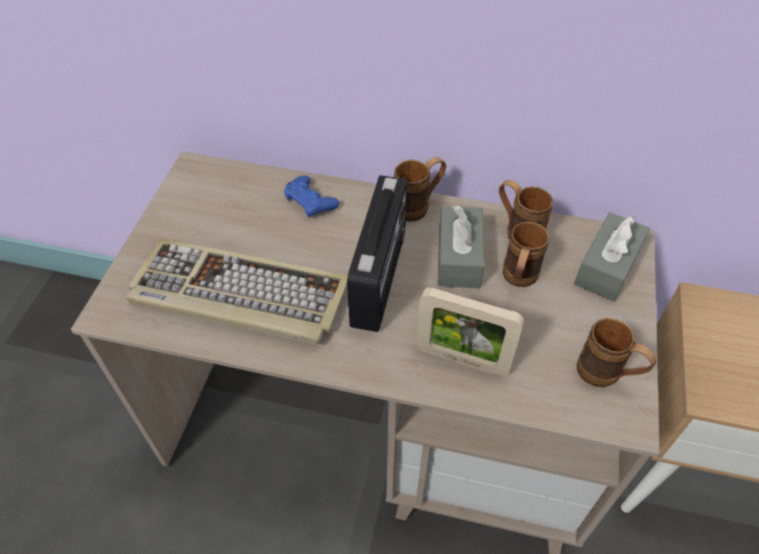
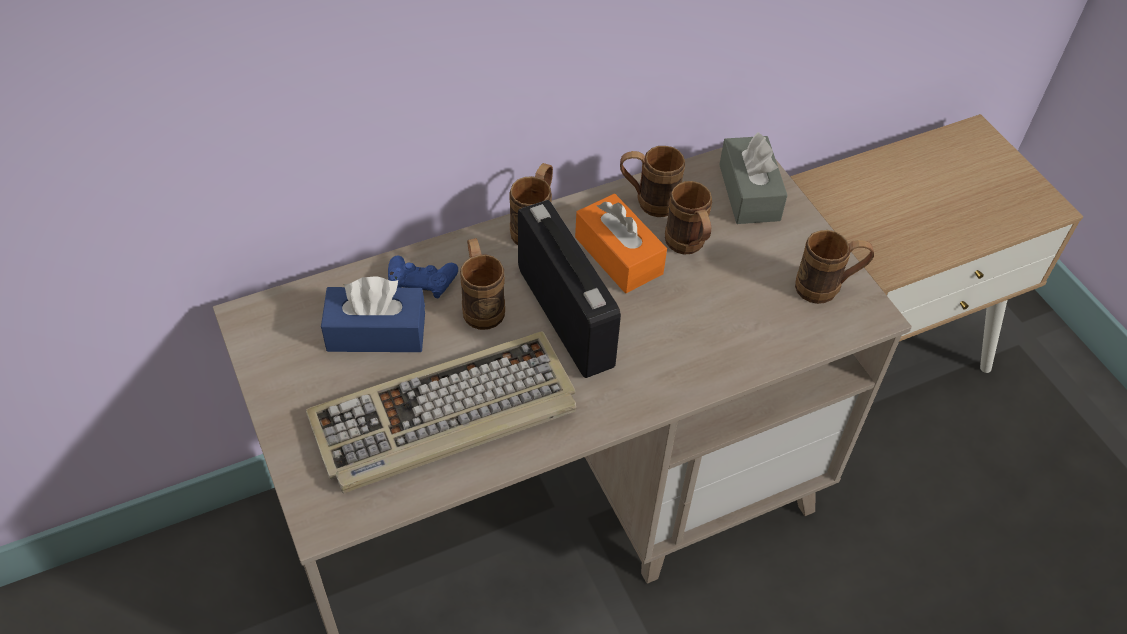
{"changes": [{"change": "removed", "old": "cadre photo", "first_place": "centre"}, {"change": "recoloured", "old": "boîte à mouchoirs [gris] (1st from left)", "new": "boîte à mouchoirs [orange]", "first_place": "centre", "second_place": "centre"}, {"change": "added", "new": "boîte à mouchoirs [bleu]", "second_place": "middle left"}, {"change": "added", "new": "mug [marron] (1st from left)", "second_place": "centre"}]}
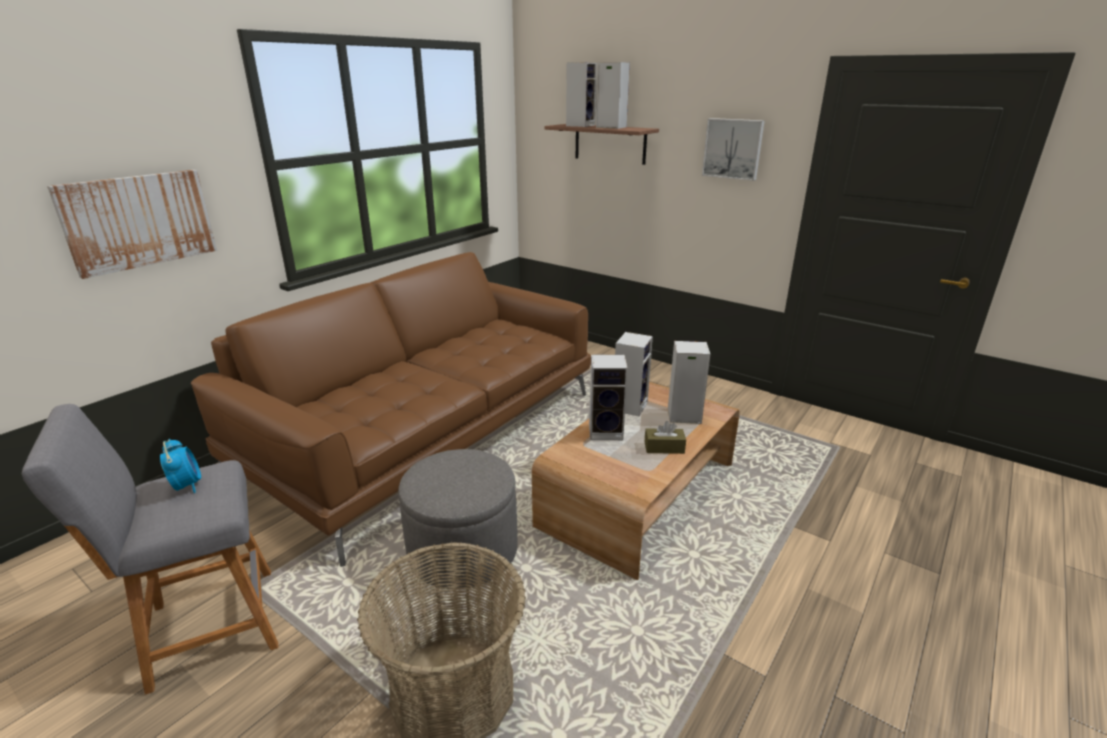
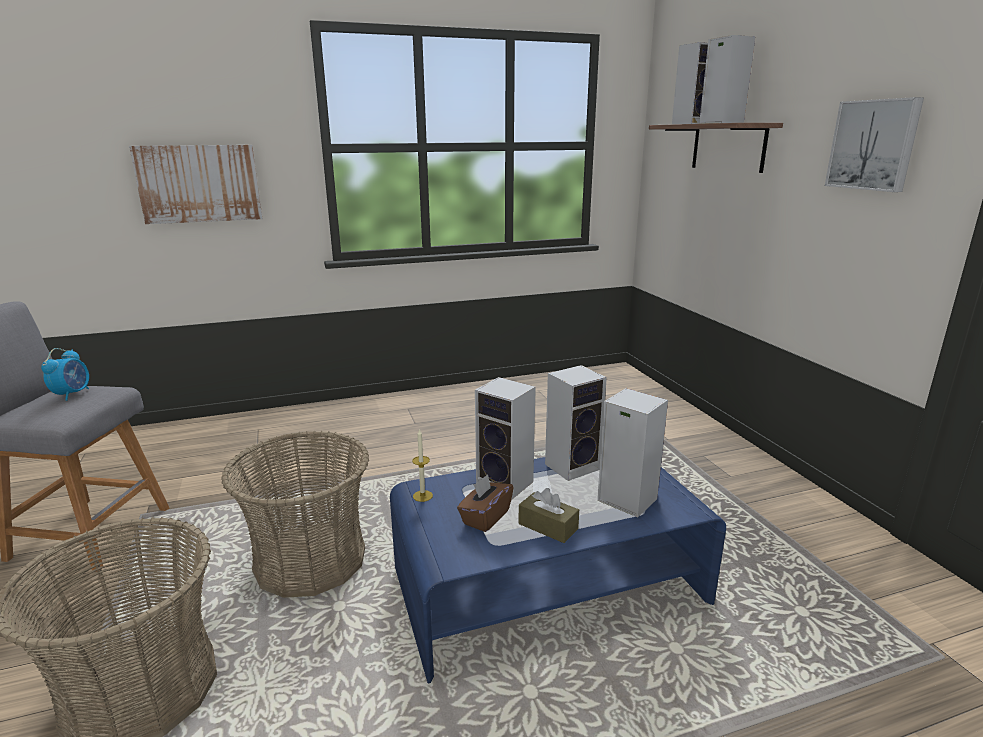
{"changes": [{"change": "removed", "old": "canapé [marron]", "first_place": "centre"}, {"change": "replaced", "old": "pouf [gris]", "new": "panier (2nd from left)", "first_place": "bottom centre", "second_place": "bottom left"}, {"change": "recoloured", "old": "table basse [marron]", "new": "table basse [bleu]", "first_place": "centre", "second_place": "bottom centre"}, {"change": "added", "new": "bougie", "second_place": "centre"}, {"change": "added", "new": "boîte à mouchoirs [marron] (1st from left)", "second_place": "bottom centre"}]}
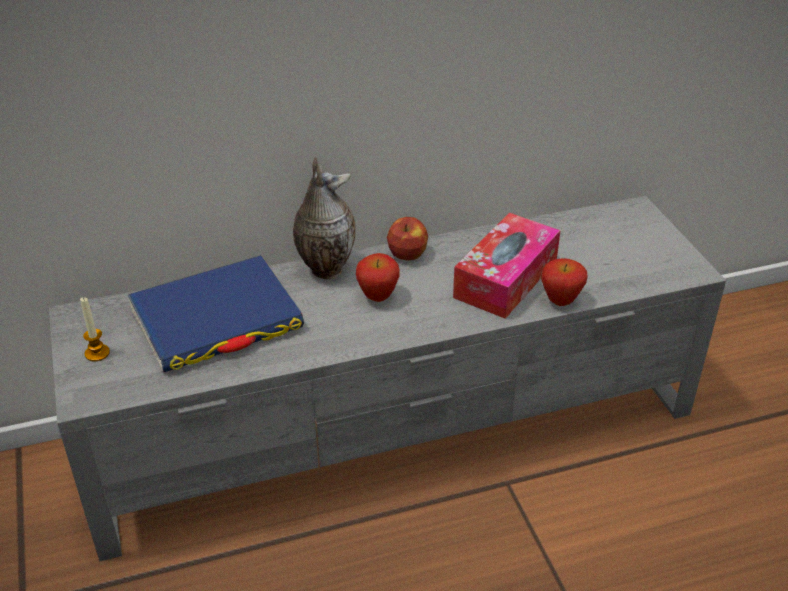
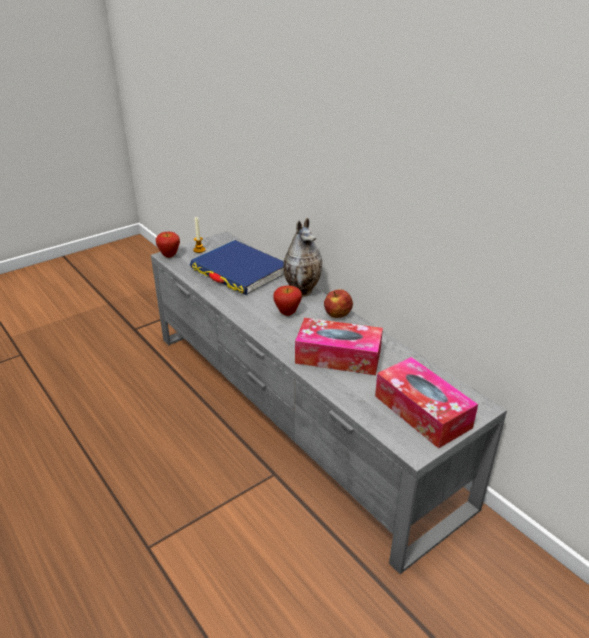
{"changes": [{"change": "moved", "old": "pomme (3rd from left in the first image)", "new": "pomme (1st from left)", "first_place": "middle right", "second_place": "middle left"}, {"change": "added", "new": "boîte à mouchoirs (2nd from left)", "second_place": "middle right"}]}
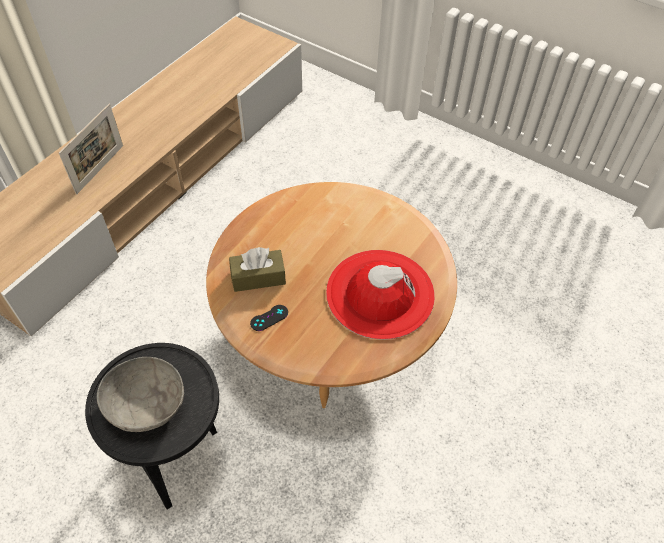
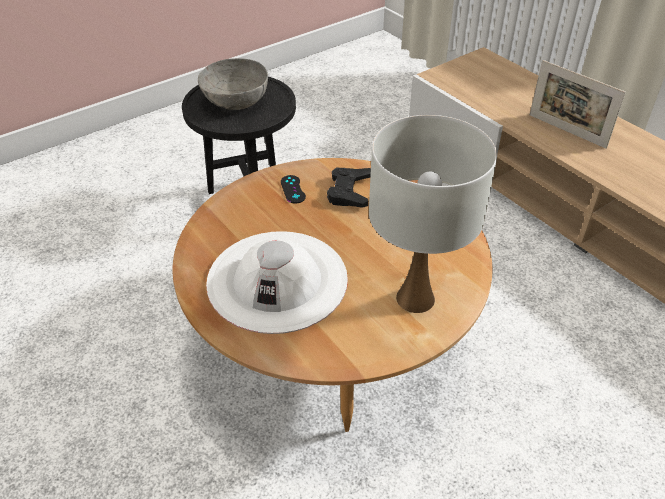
{"changes": [{"change": "replaced", "old": "boîte à mouchoirs [marron]", "new": "manette [noir] (2nd from left)", "first_place": "centre", "second_place": "centre"}, {"change": "recoloured", "old": "chapeau [rouge]", "new": "chapeau [blanc]", "first_place": "centre", "second_place": "centre"}, {"change": "added", "new": "lampe de table [blanc]", "second_place": "centre"}]}
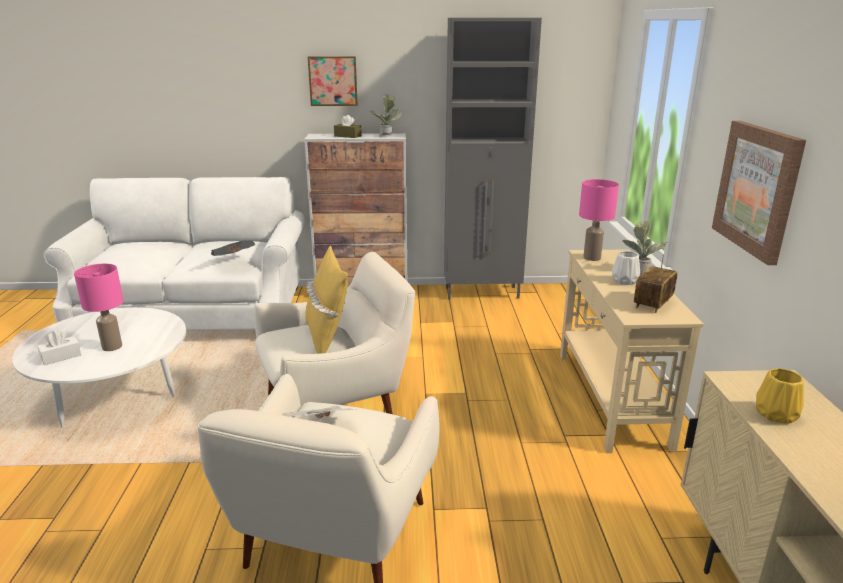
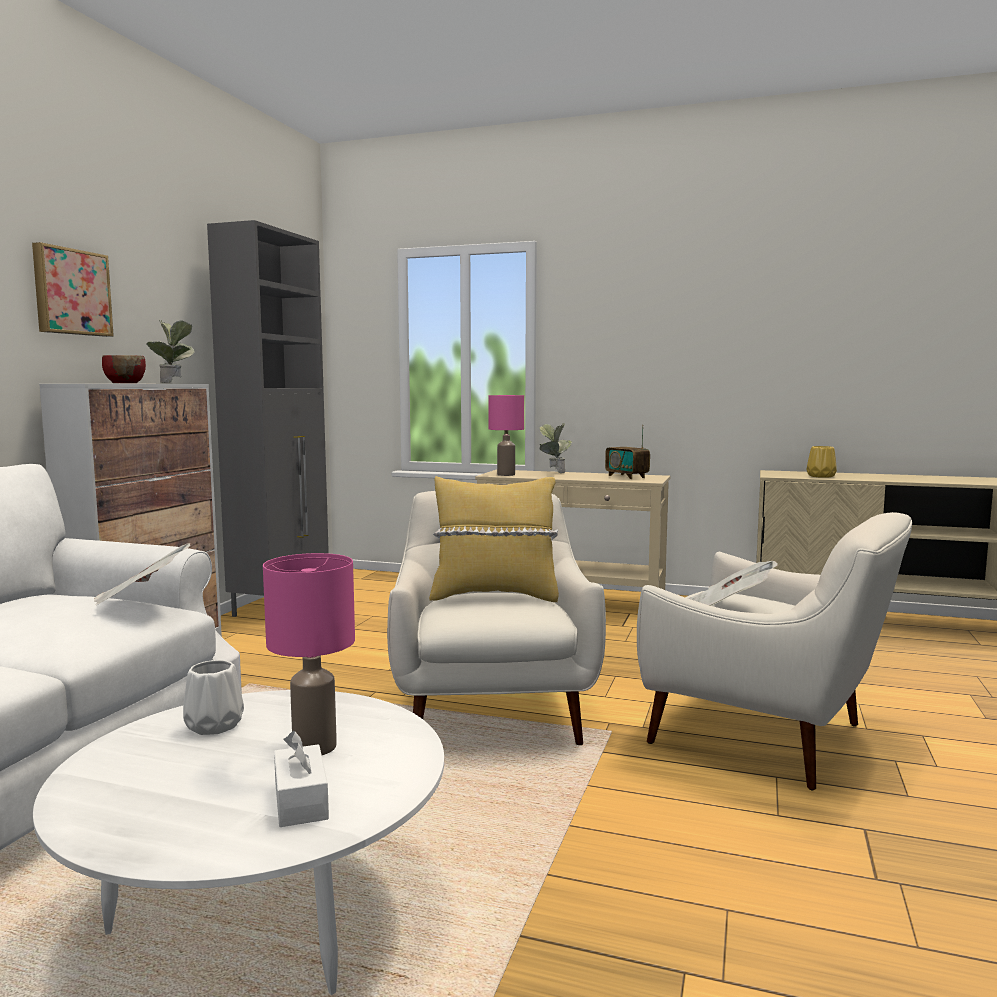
{"changes": [{"change": "replaced", "old": "boîte à mouchoirs [marron]", "new": "bol [rouge]", "first_place": "top centre", "second_place": "middle left"}, {"change": "moved", "old": "vase [blanc]", "first_place": "middle right", "second_place": "bottom left"}, {"change": "removed", "old": "tableau (2nd from left)", "first_place": "top right"}]}
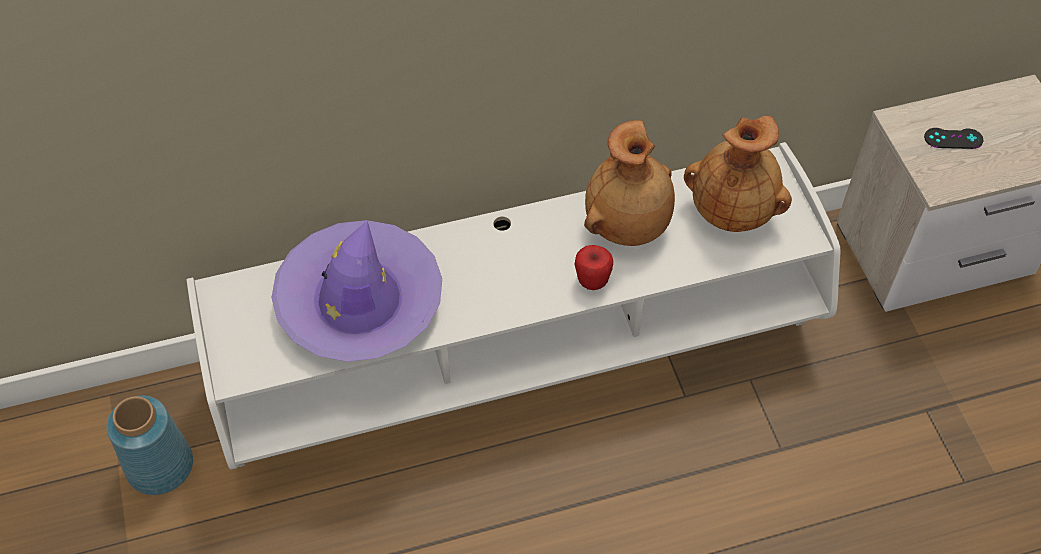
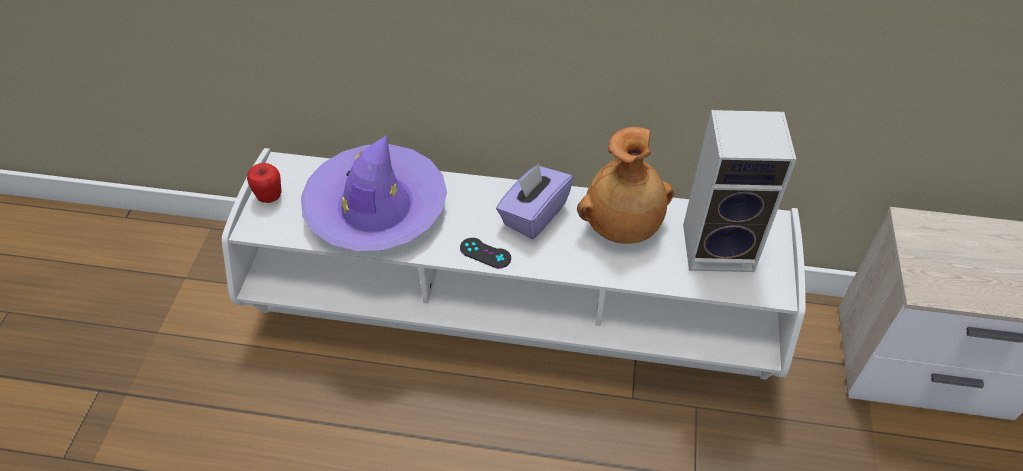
{"changes": [{"change": "removed", "old": "vase [bleu]", "first_place": "bottom left"}, {"change": "moved", "old": "pomme", "first_place": "centre", "second_place": "middle left"}, {"change": "replaced", "old": "vase [marron] (2nd from left)", "new": "enceinte", "first_place": "top right", "second_place": "middle right"}, {"change": "moved", "old": "manette [noir]", "first_place": "top right", "second_place": "centre"}, {"change": "added", "new": "boîte à mouchoirs [violet]", "second_place": "centre"}]}
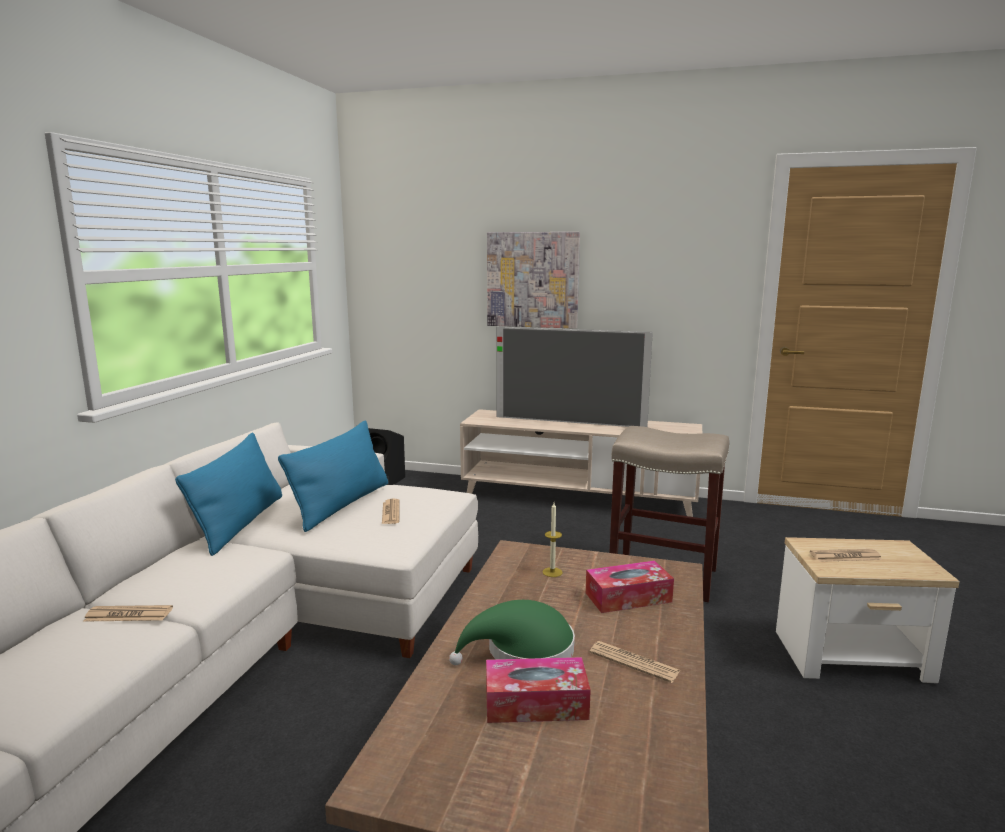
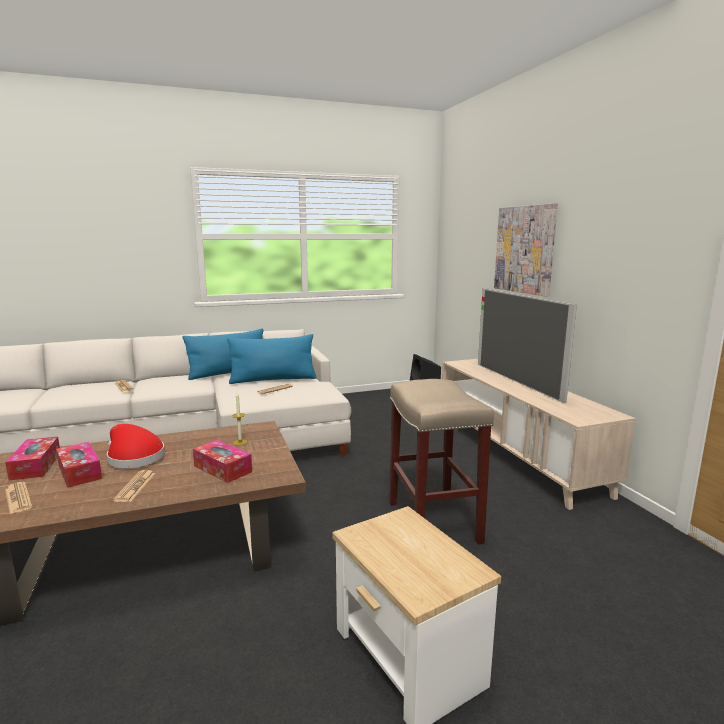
{"changes": [{"change": "recoloured", "old": "chapeau [vert]", "new": "chapeau [rouge]", "first_place": "bottom centre", "second_place": "middle left"}, {"change": "moved", "old": "journal (4th from left in the first image)", "new": "journal (1st from left)", "first_place": "bottom right", "second_place": "bottom left"}, {"change": "added", "new": "boîte à mouchoirs (1st from left)", "second_place": "middle left"}]}
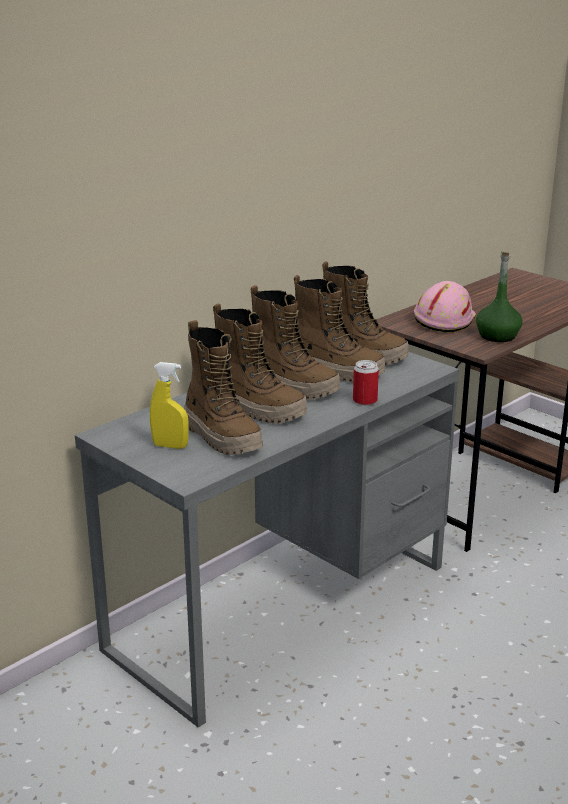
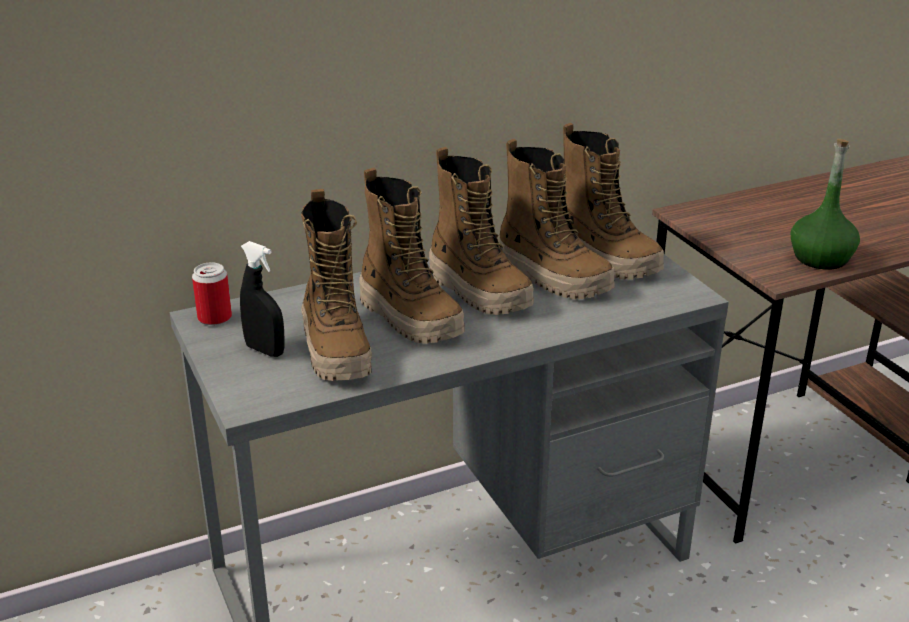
{"changes": [{"change": "recoloured", "old": "vaporisateur [jaune]", "new": "vaporisateur [noir]", "first_place": "middle left", "second_place": "middle left"}, {"change": "moved", "old": "boîte métallique", "first_place": "centre", "second_place": "middle left"}, {"change": "removed", "old": "casque de chantier [rose]", "first_place": "middle right"}]}
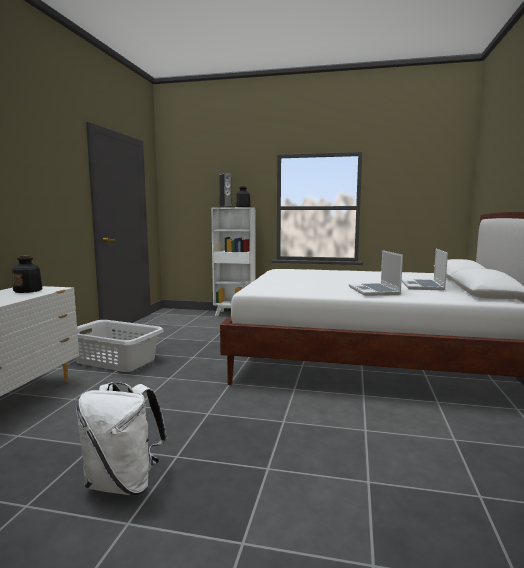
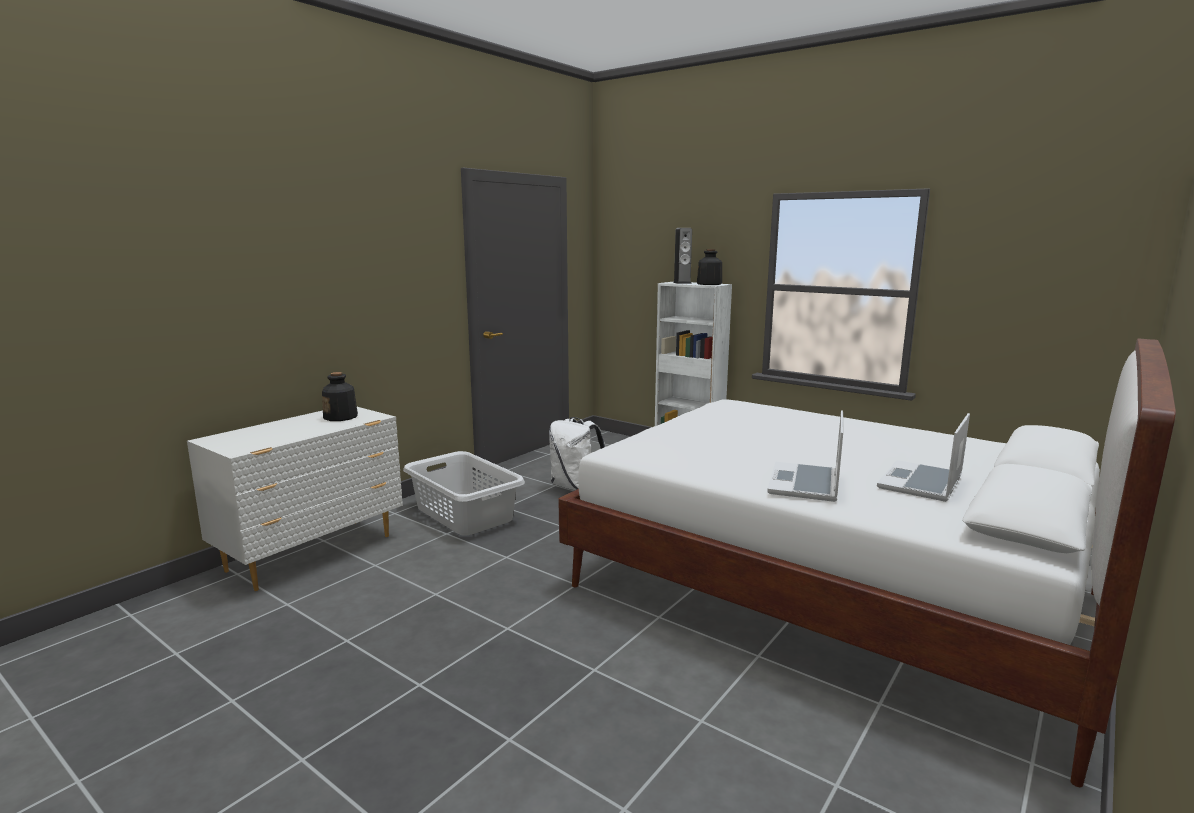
{"changes": [{"change": "moved", "old": "sac à dos [blanc]", "first_place": "bottom left", "second_place": "centre"}]}
